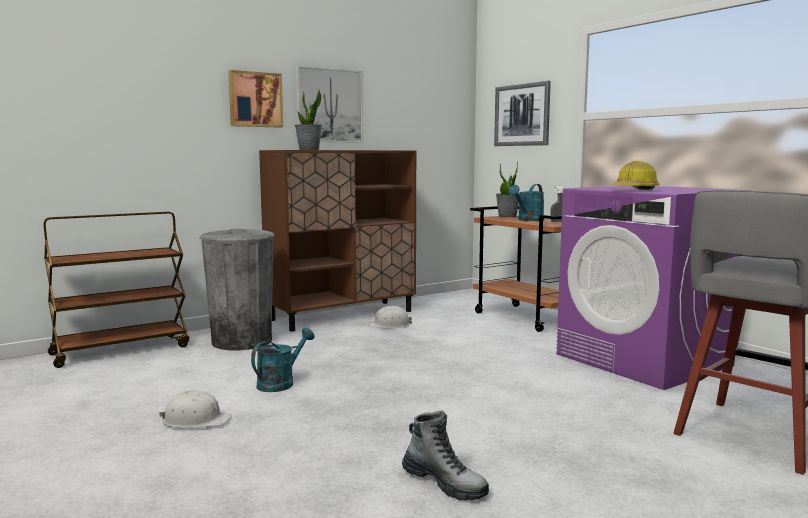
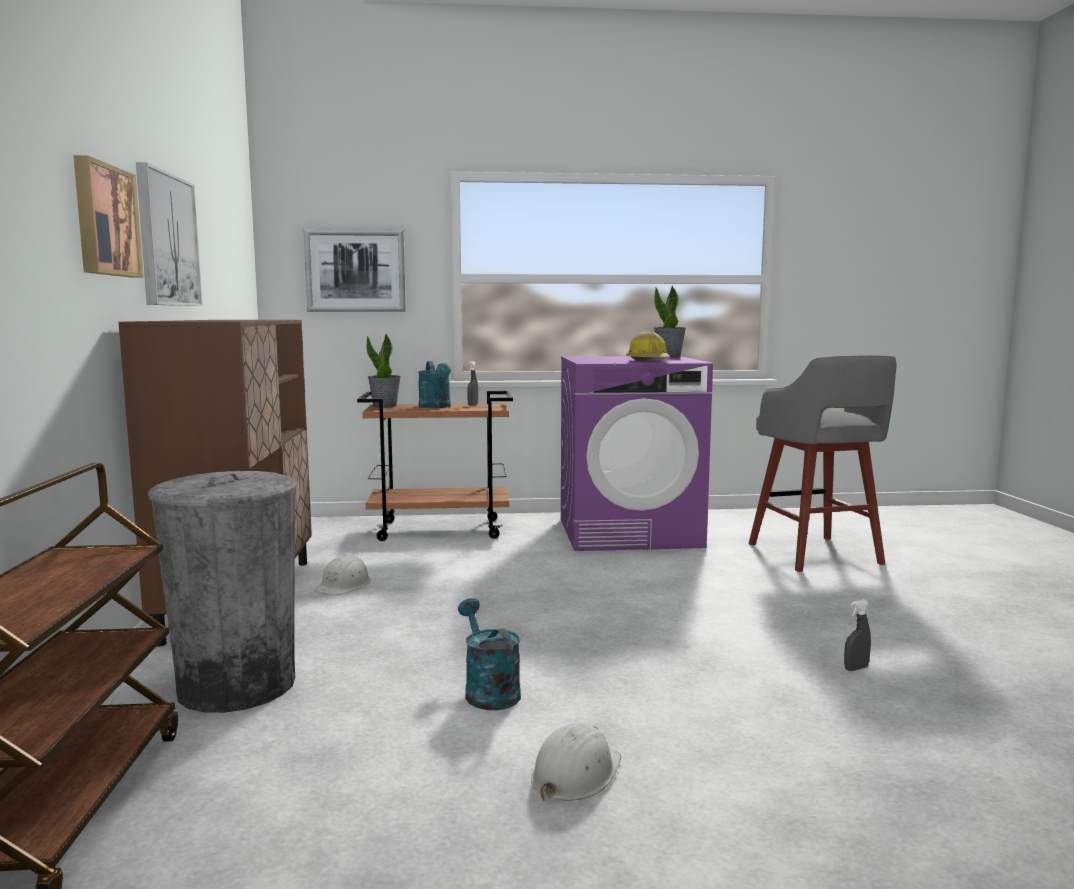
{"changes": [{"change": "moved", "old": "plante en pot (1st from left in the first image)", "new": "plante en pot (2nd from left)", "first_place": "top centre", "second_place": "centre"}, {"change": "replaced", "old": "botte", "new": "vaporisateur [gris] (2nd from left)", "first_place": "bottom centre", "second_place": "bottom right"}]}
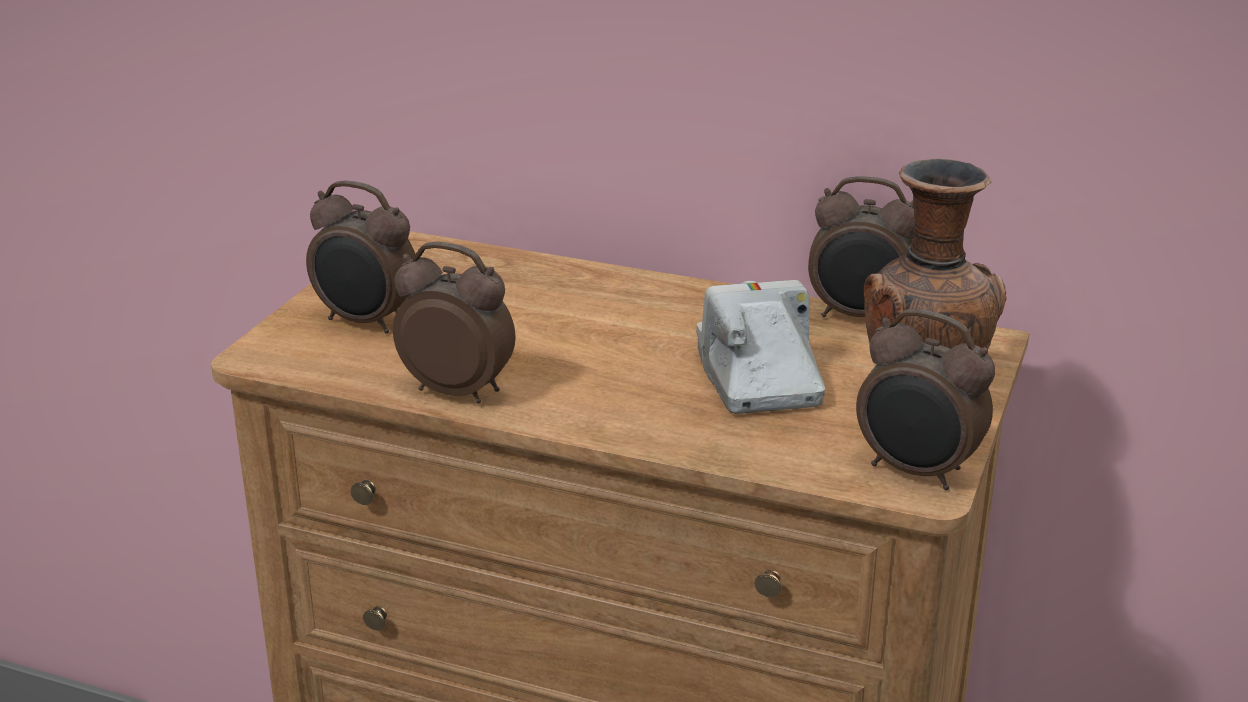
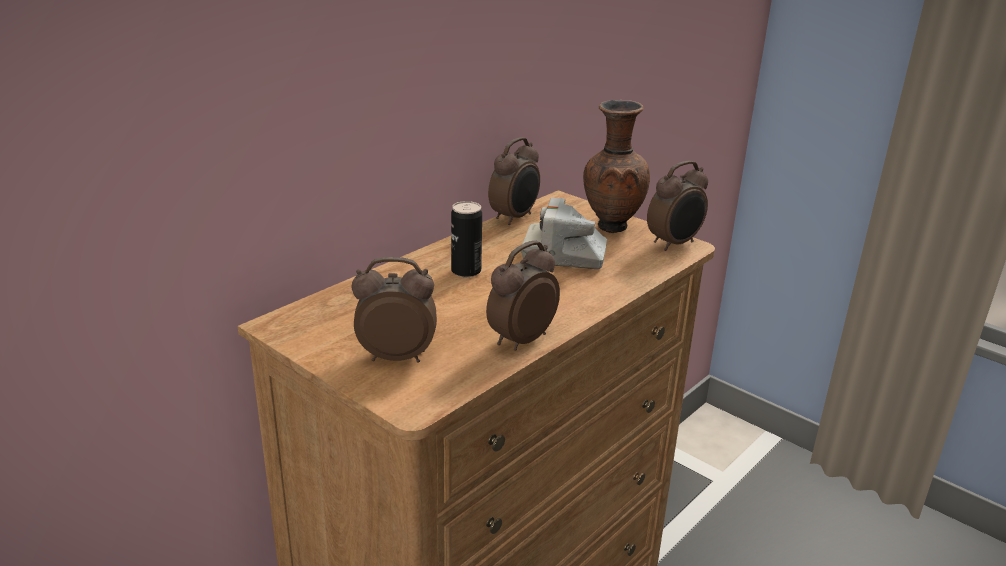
{"changes": [{"change": "turned", "old": "réveil (1st from left)", "first_place": "middle left", "second_place": "centre", "degrees": -135}, {"change": "added", "new": "boîte métallique", "second_place": "centre"}]}
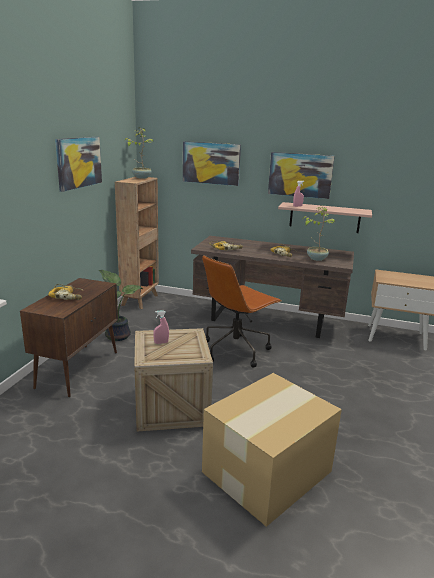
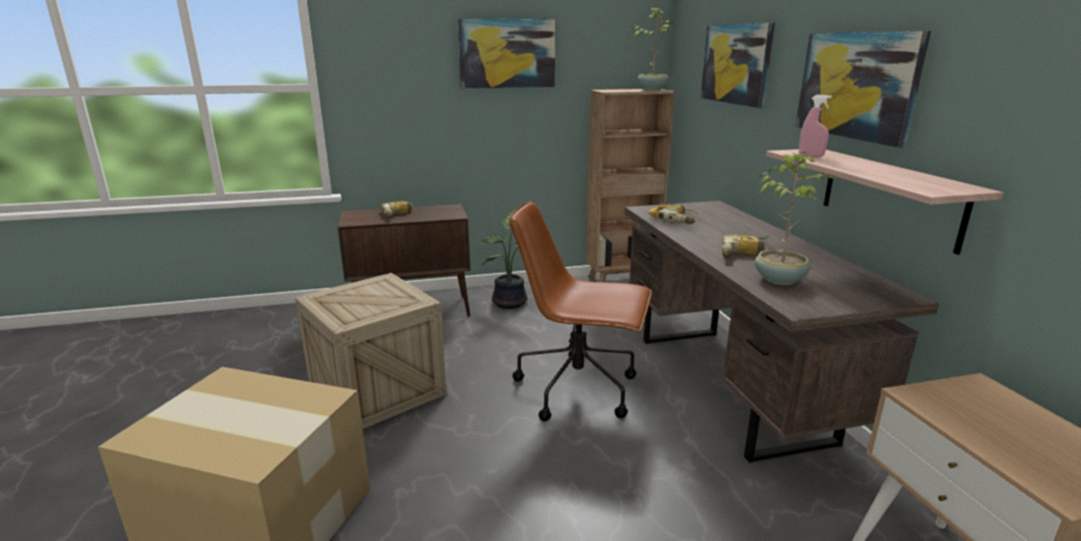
{"changes": [{"change": "removed", "old": "vaporisateur [rose] (1st from left)", "first_place": "centre"}]}
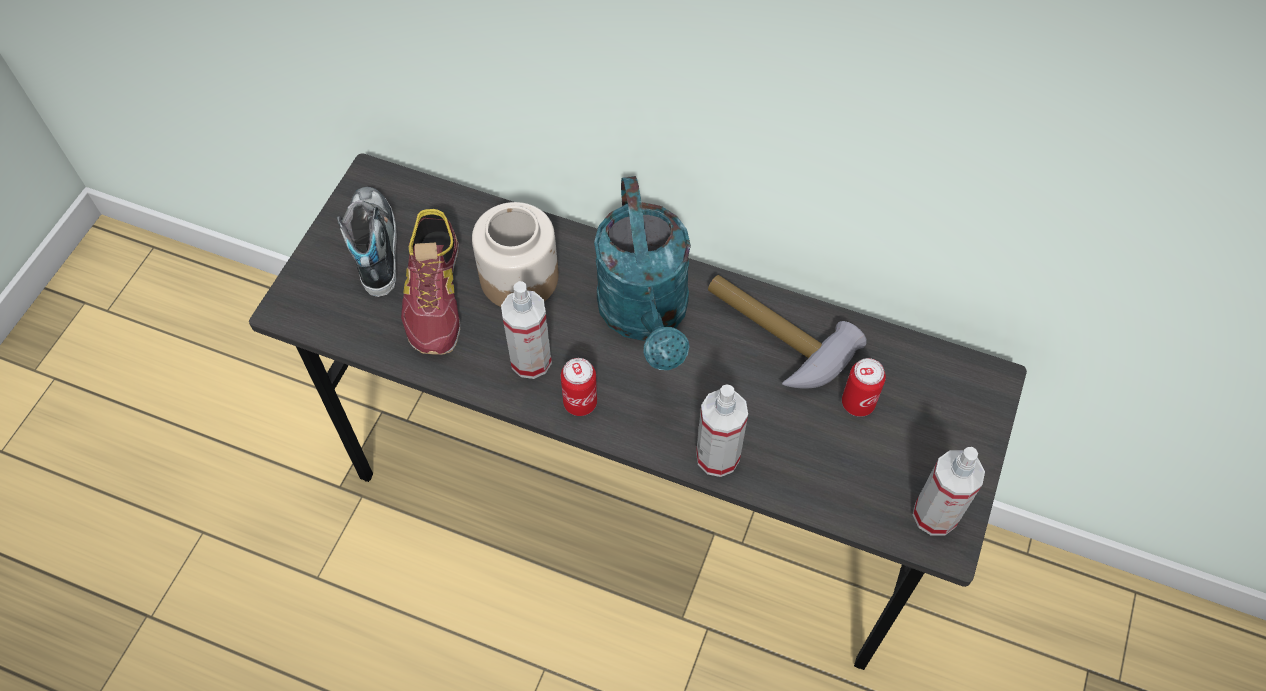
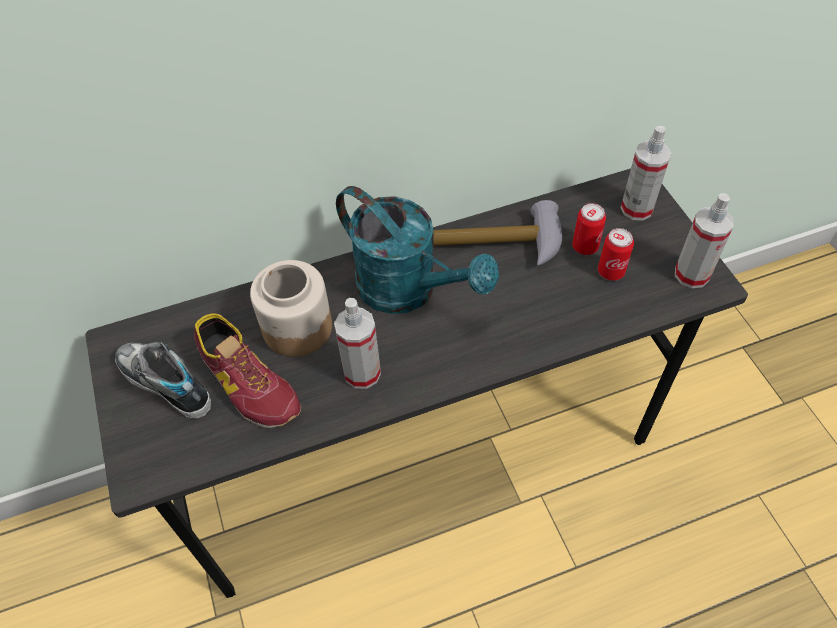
{"changes": [{"change": "moved", "old": "boîte métallique (1st from left in the first image)", "new": "boîte métallique (2nd from left)", "first_place": "centre", "second_place": "middle right"}, {"change": "moved", "old": "vaporisateur (2nd from left)", "first_place": "centre", "second_place": "top right"}]}
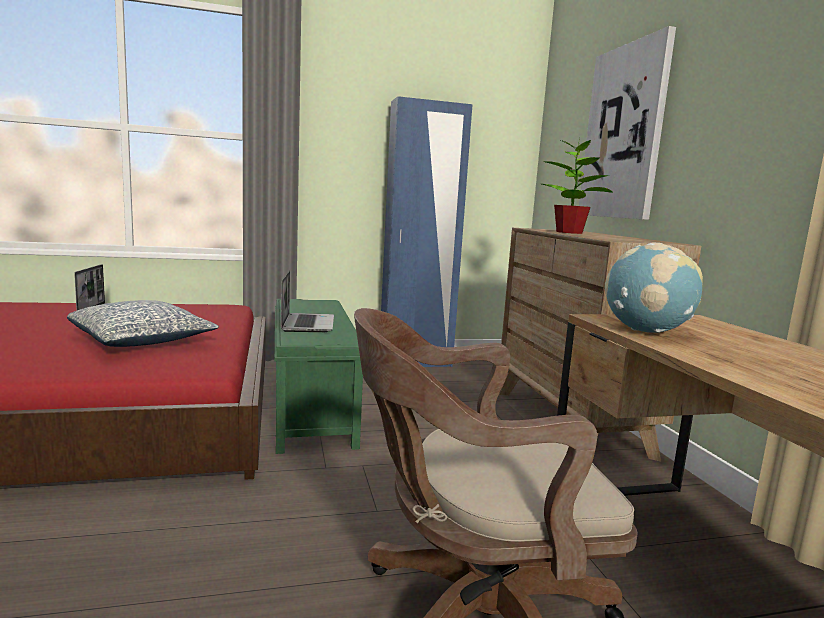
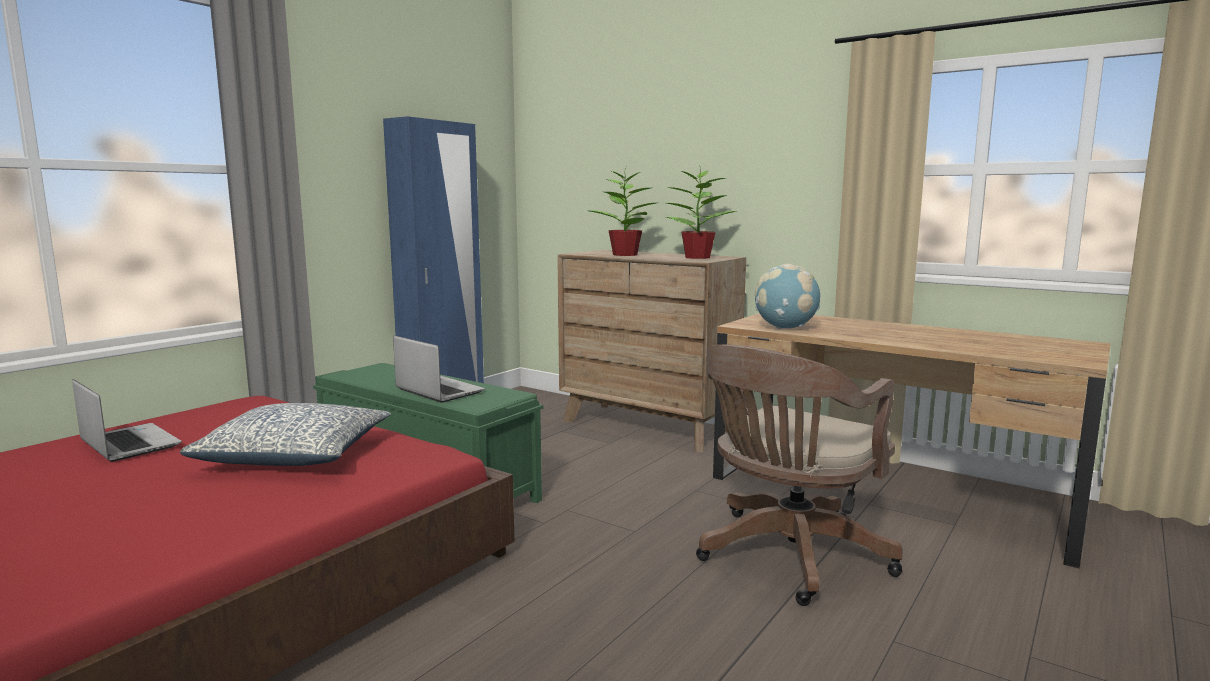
{"changes": [{"change": "removed", "old": "tableau", "first_place": "top right"}, {"change": "added", "new": "plante en pot (2nd from left)", "second_place": "top centre"}]}
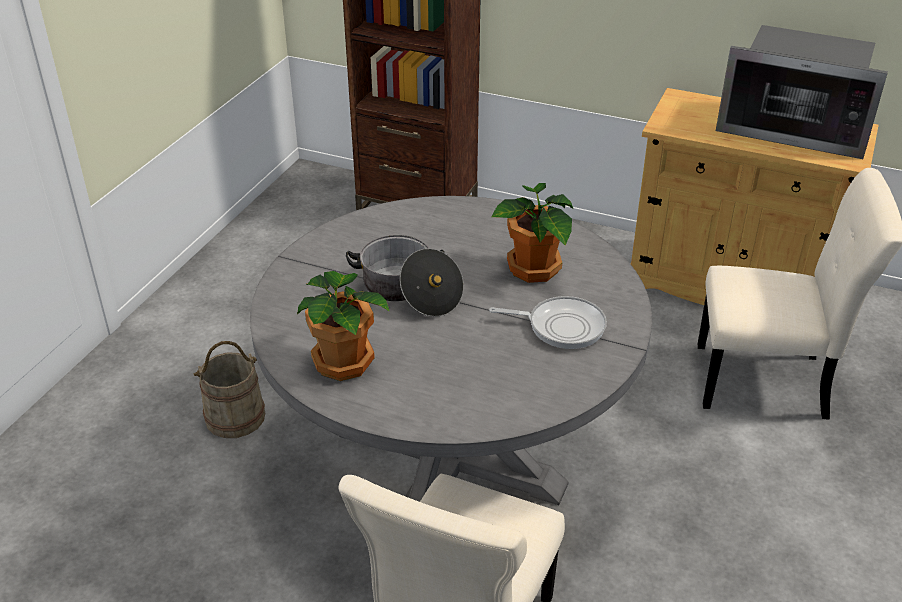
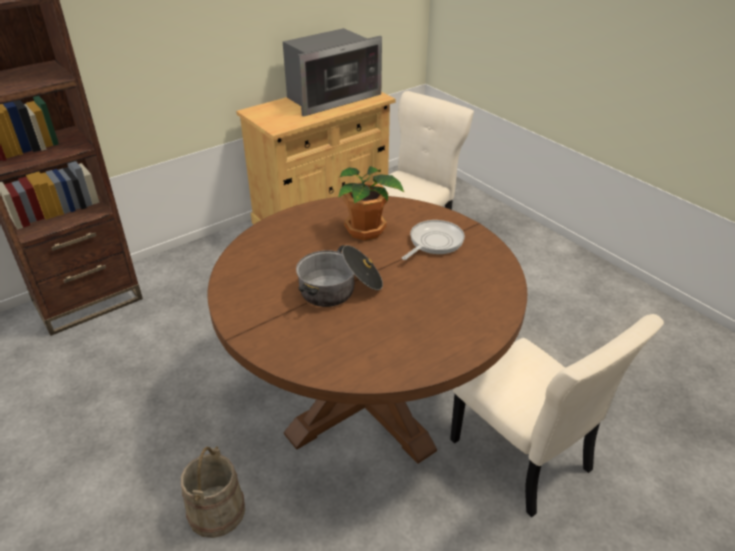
{"changes": [{"change": "recoloured", "old": "table à manger [gris]", "new": "table à manger [marron]", "first_place": "centre", "second_place": "centre"}, {"change": "removed", "old": "plante en pot (1st from left)", "first_place": "centre"}]}
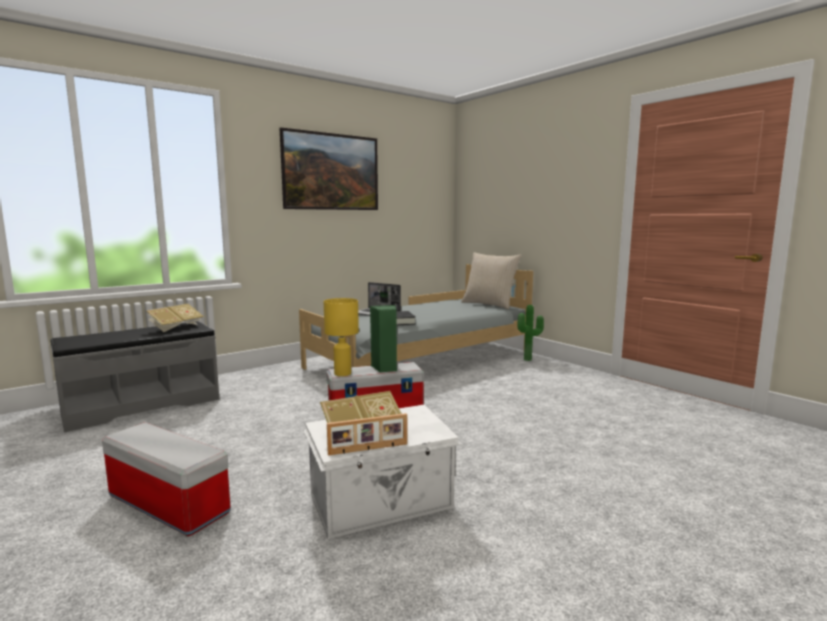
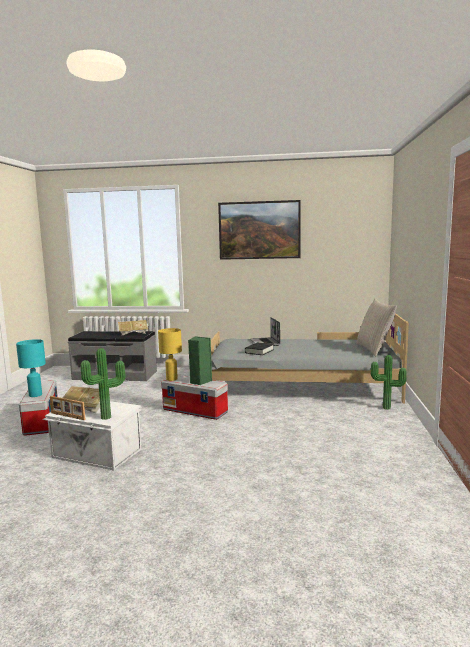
{"changes": [{"change": "added", "new": "lampe de table [turquoise]", "second_place": "middle left"}, {"change": "added", "new": "plante en pot (1st from left)", "second_place": "middle left"}]}
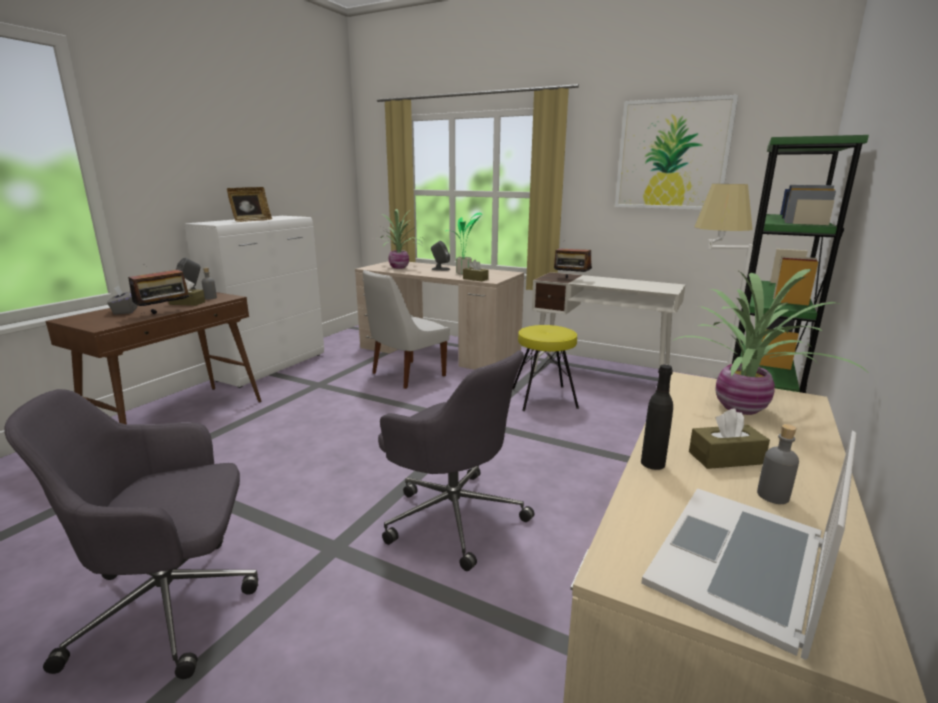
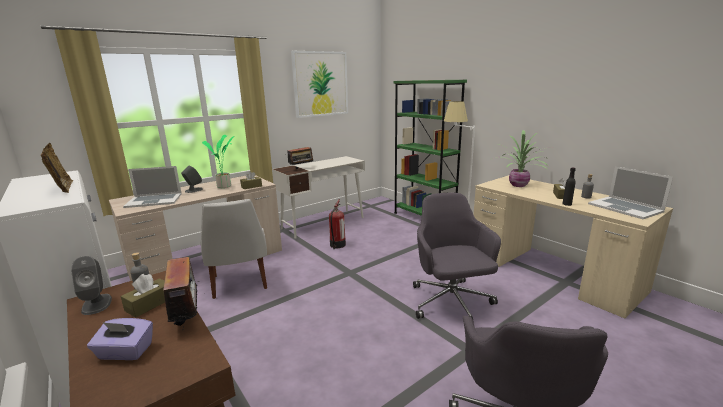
{"changes": [{"change": "recoloured", "old": "boîte à mouchoirs [gris]", "new": "boîte à mouchoirs [violet]", "first_place": "middle left", "second_place": "bottom left"}, {"change": "replaced", "old": "plante en pot (1st from left)", "new": "ordinateur portable (1st from left)", "first_place": "centre", "second_place": "middle left"}, {"change": "turned", "old": "chaise de bureau [gris] (2nd from left in the first image)", "first_place": "centre", "second_place": "centre", "degrees": -75}, {"change": "replaced", "old": "tabouret [jaune]", "new": "extincteur", "first_place": "centre", "second_place": "centre"}]}
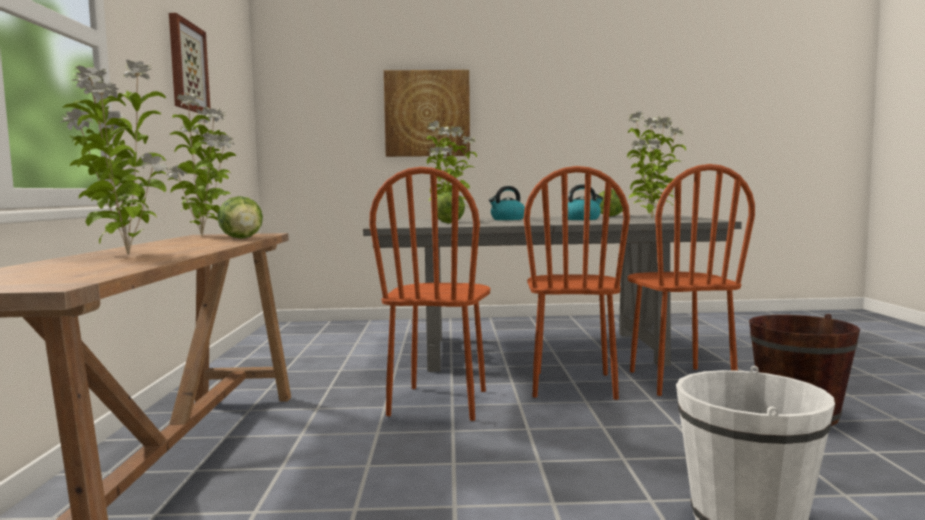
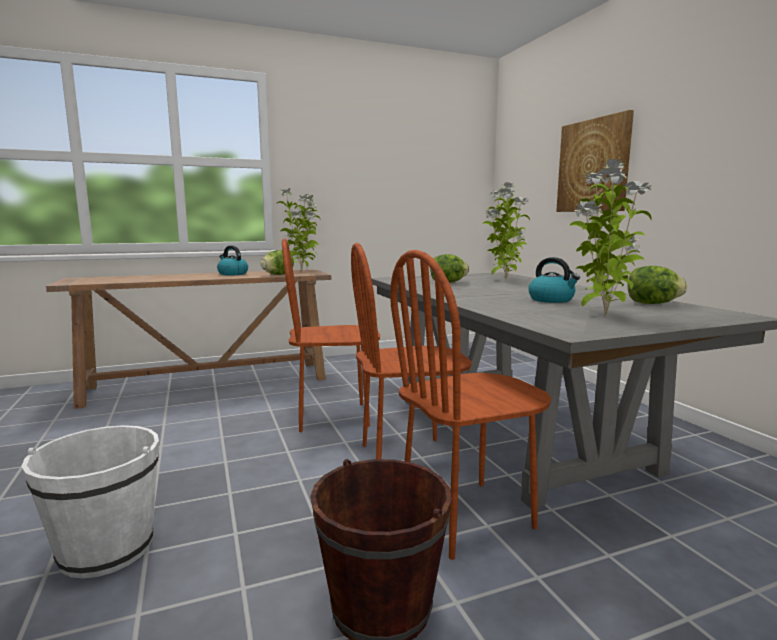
{"changes": [{"change": "removed", "old": "plante en pot (1st from left)", "first_place": "top left"}, {"change": "removed", "old": "tableau (1st from left)", "first_place": "top left"}, {"change": "moved", "old": "bouilloire (1st from left)", "first_place": "centre", "second_place": "middle left"}]}
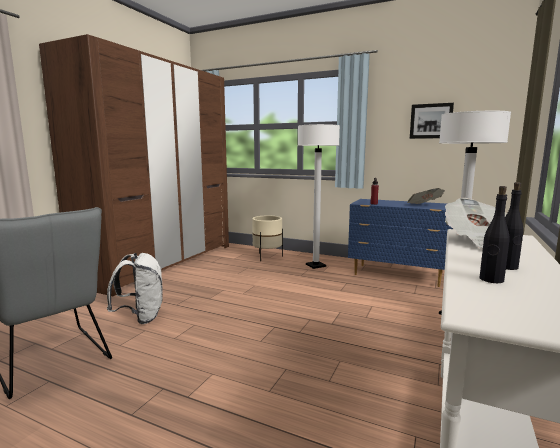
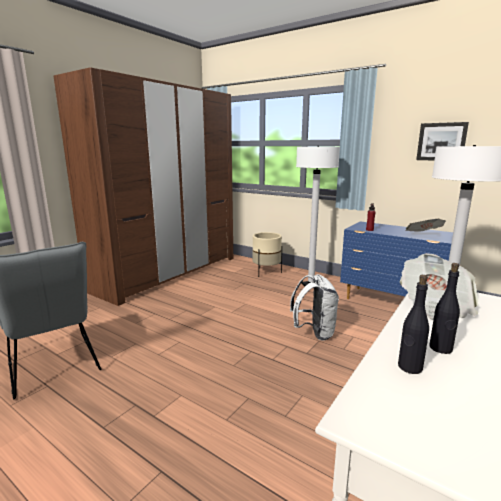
{"changes": [{"change": "moved", "old": "sac à dos [blanc]", "first_place": "middle left", "second_place": "centre"}]}
